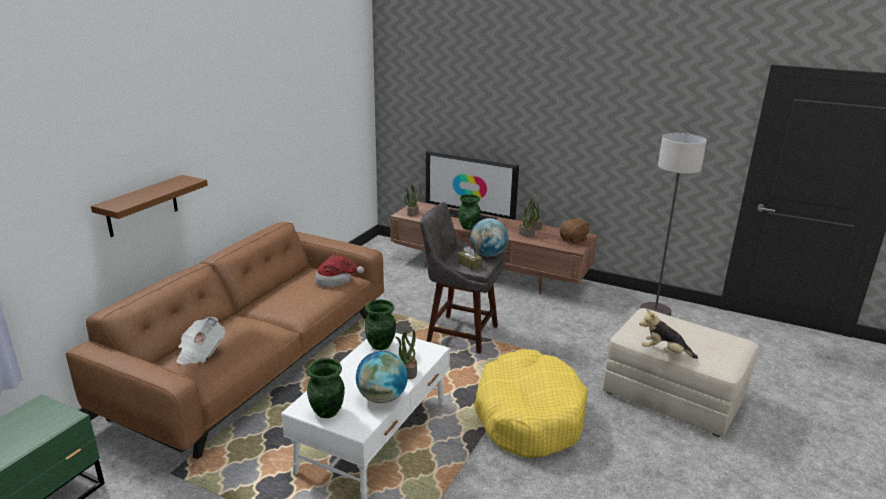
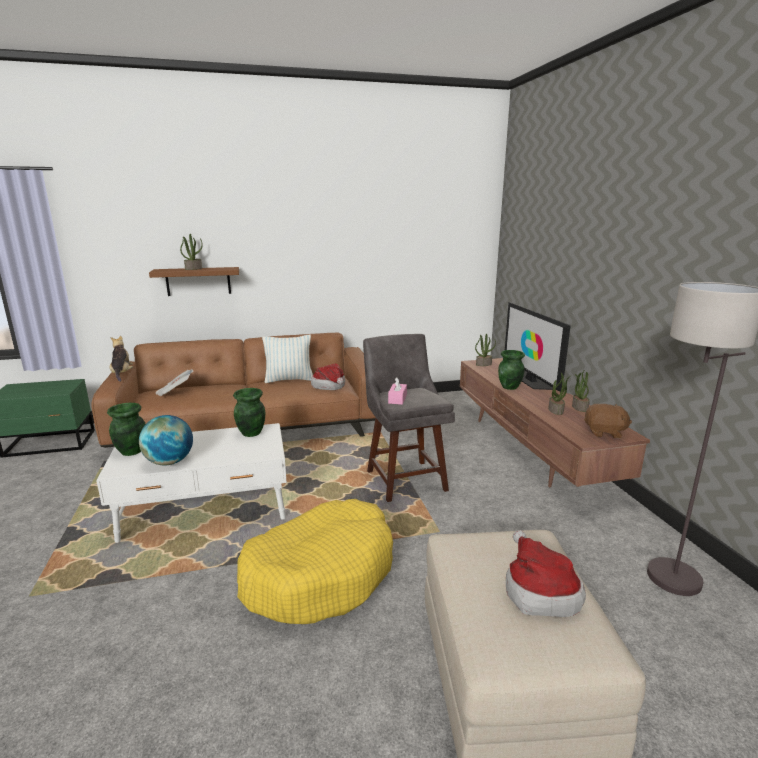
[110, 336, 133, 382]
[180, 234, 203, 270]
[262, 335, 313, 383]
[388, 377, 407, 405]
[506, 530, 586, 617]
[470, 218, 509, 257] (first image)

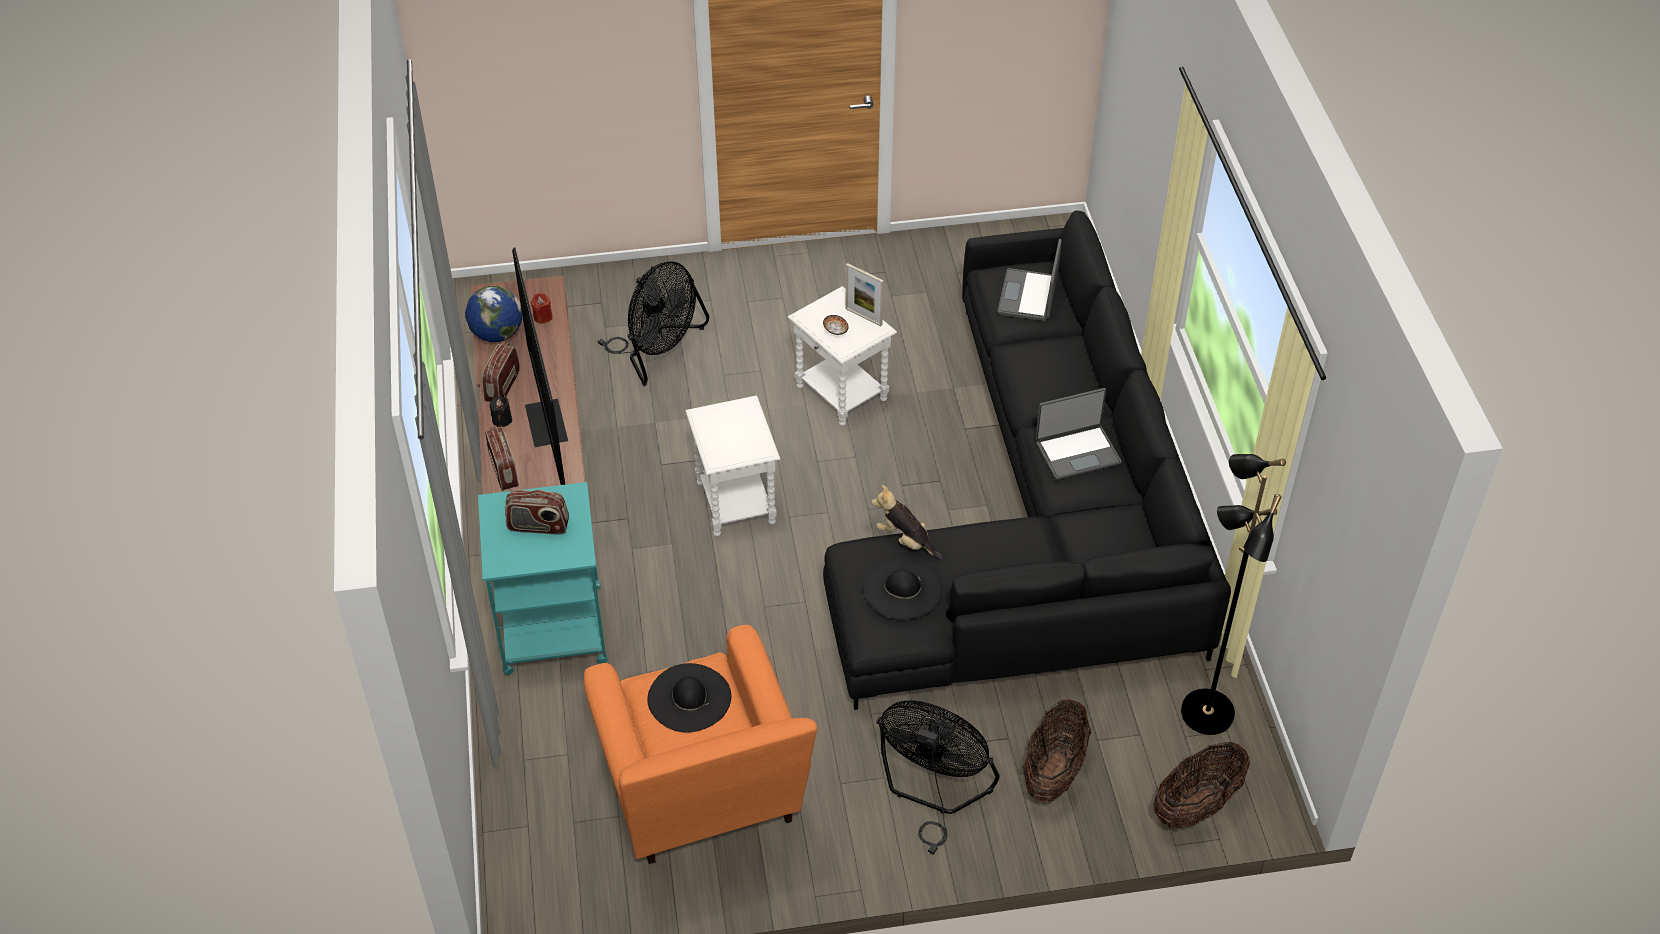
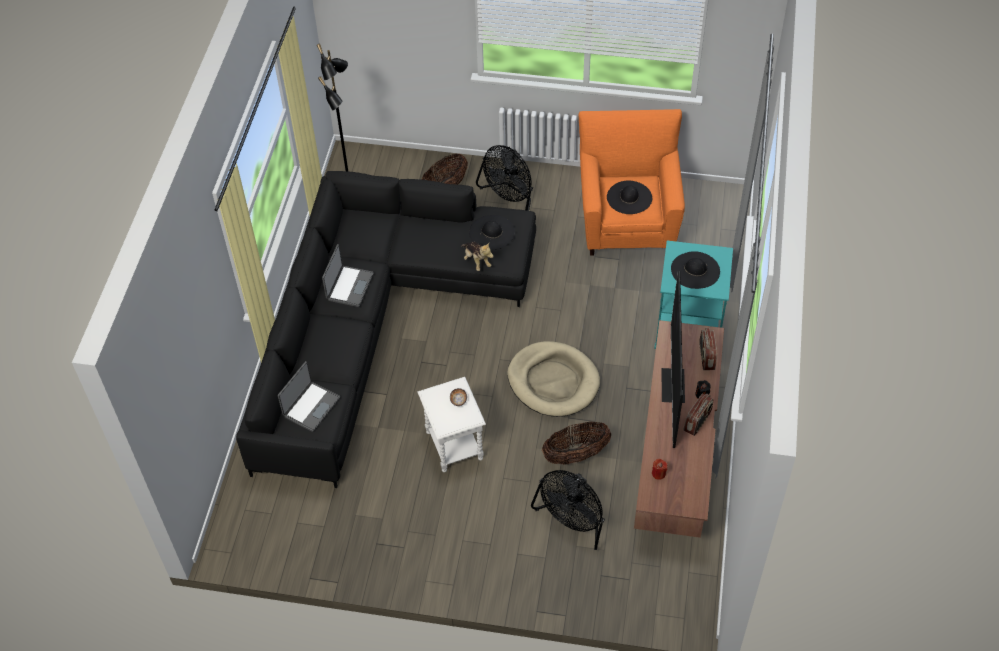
[322, 244, 373, 307]
[507, 341, 600, 417]
[531, 470, 605, 550]
[542, 421, 611, 464]
[671, 251, 720, 289]
[465, 285, 522, 342] (first image)
[845, 263, 884, 326] (first image)

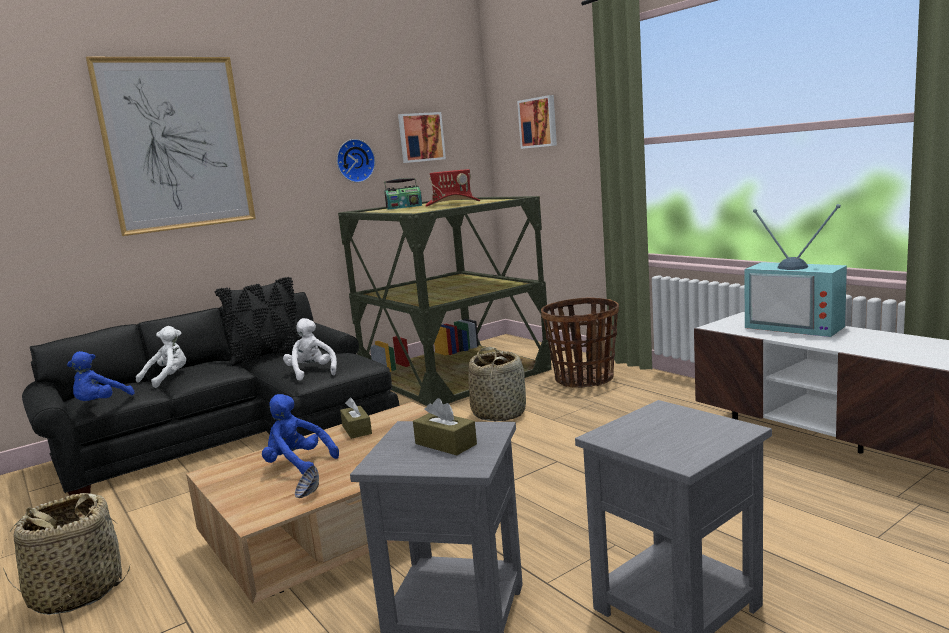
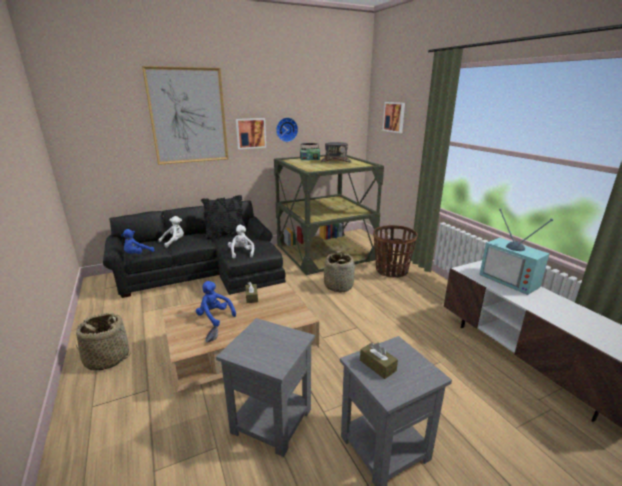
[236, 118, 266, 149]
[321, 142, 351, 163]
[360, 342, 398, 379]

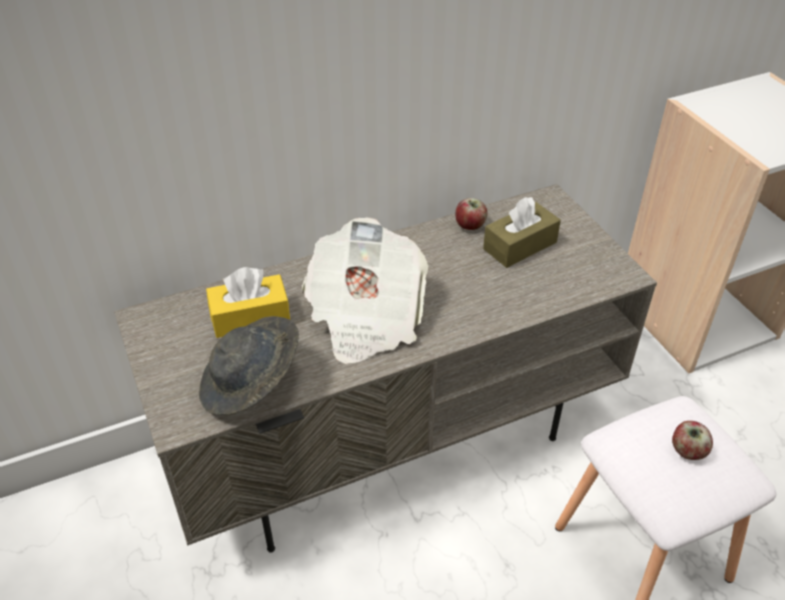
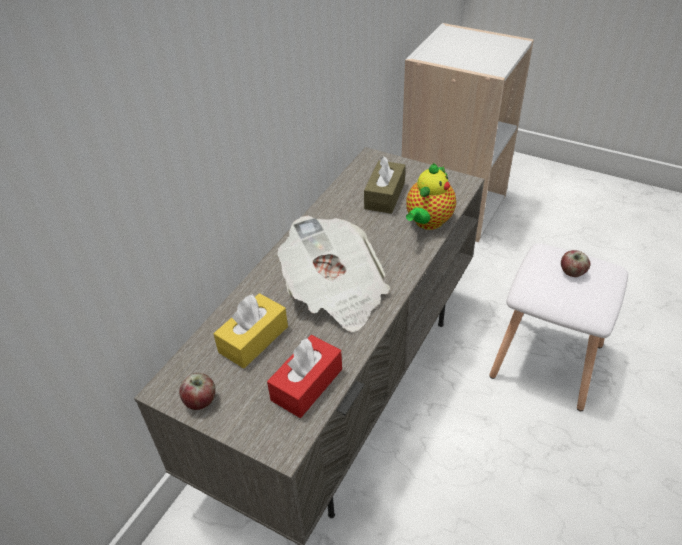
[179, 373, 215, 410]
[267, 335, 342, 418]
[406, 163, 456, 230]

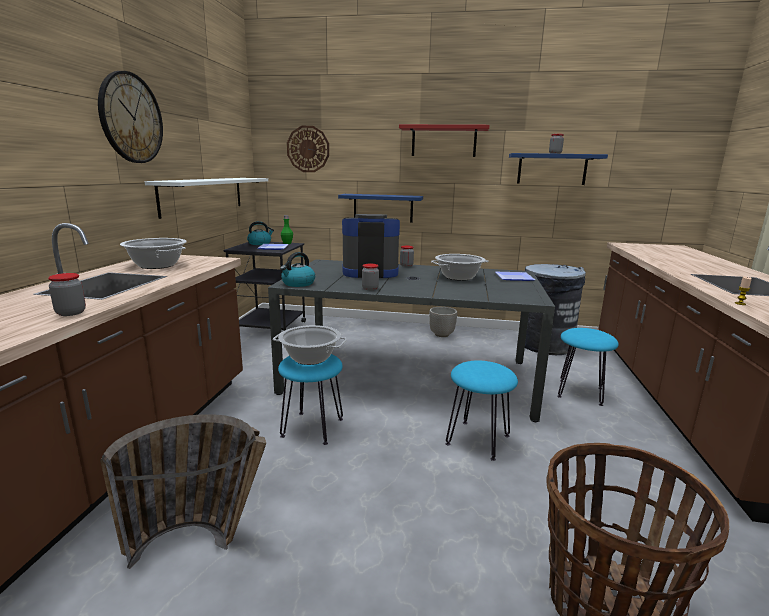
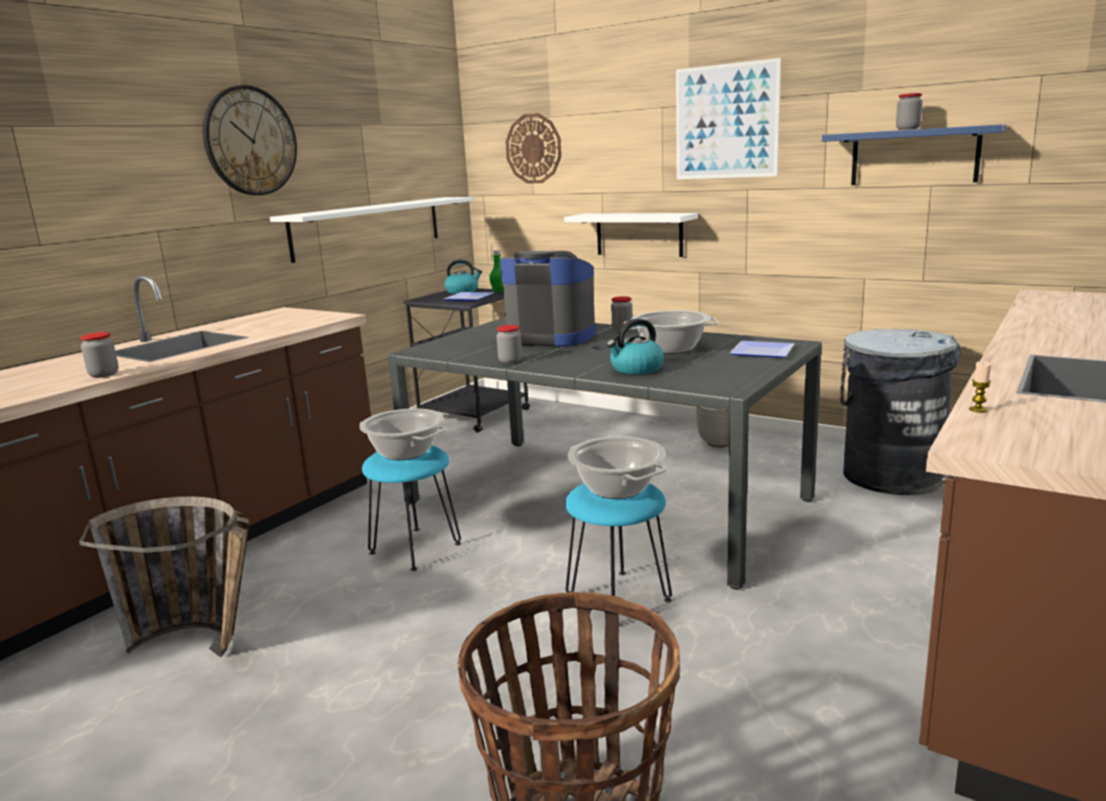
[564, 213, 698, 257]
[568, 436, 667, 499]
[606, 319, 664, 375]
[676, 58, 781, 179]
[557, 328, 619, 406] (first image)

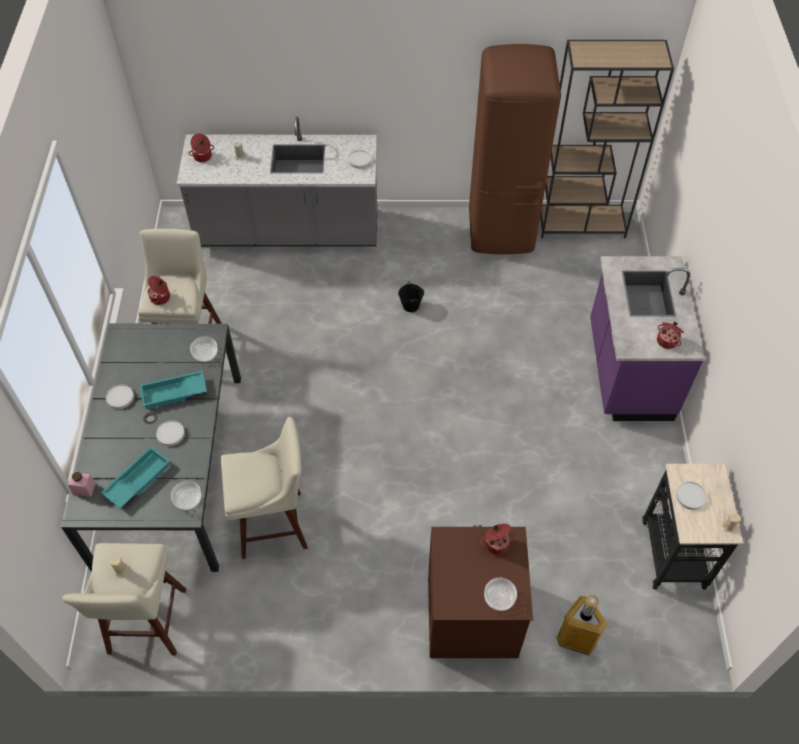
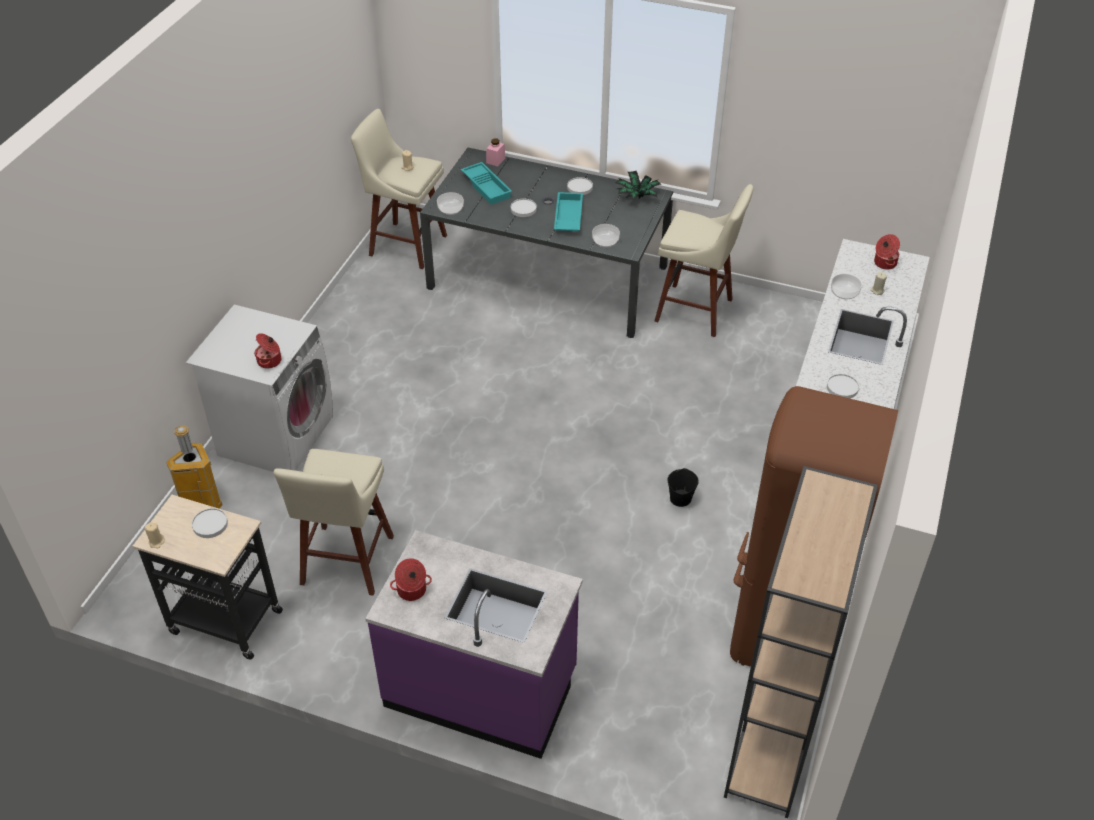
[186, 305, 333, 472]
[273, 449, 394, 596]
[615, 171, 661, 200]
[831, 274, 862, 300]
[147, 276, 170, 305] (first image)

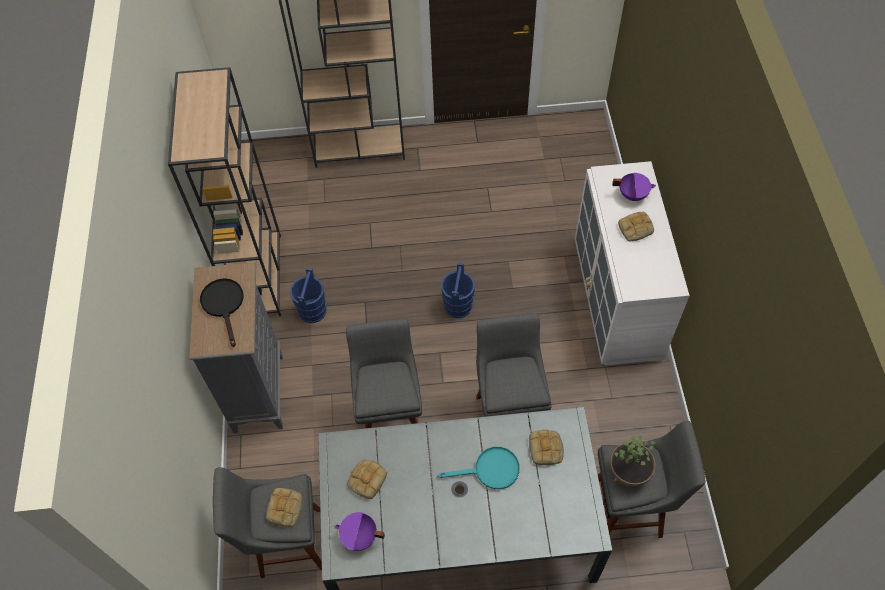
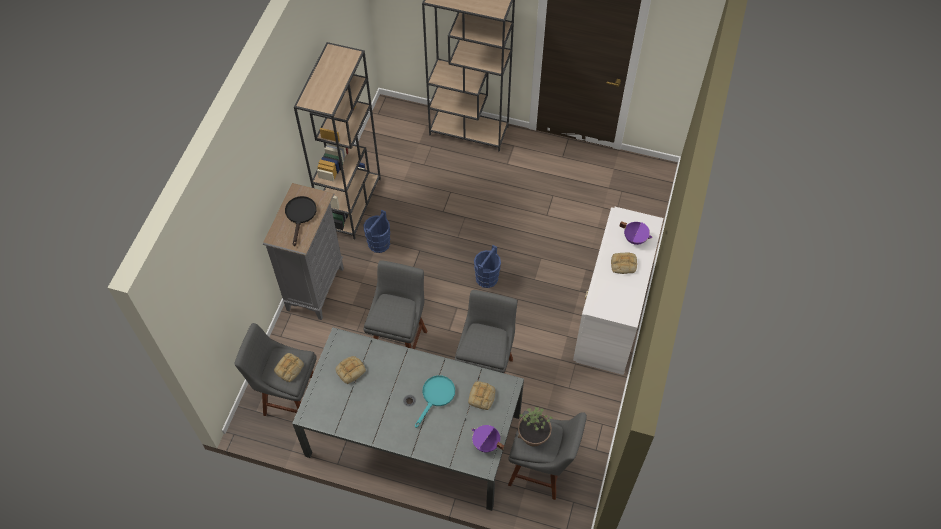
[415, 375, 455, 428]
[471, 425, 504, 452]

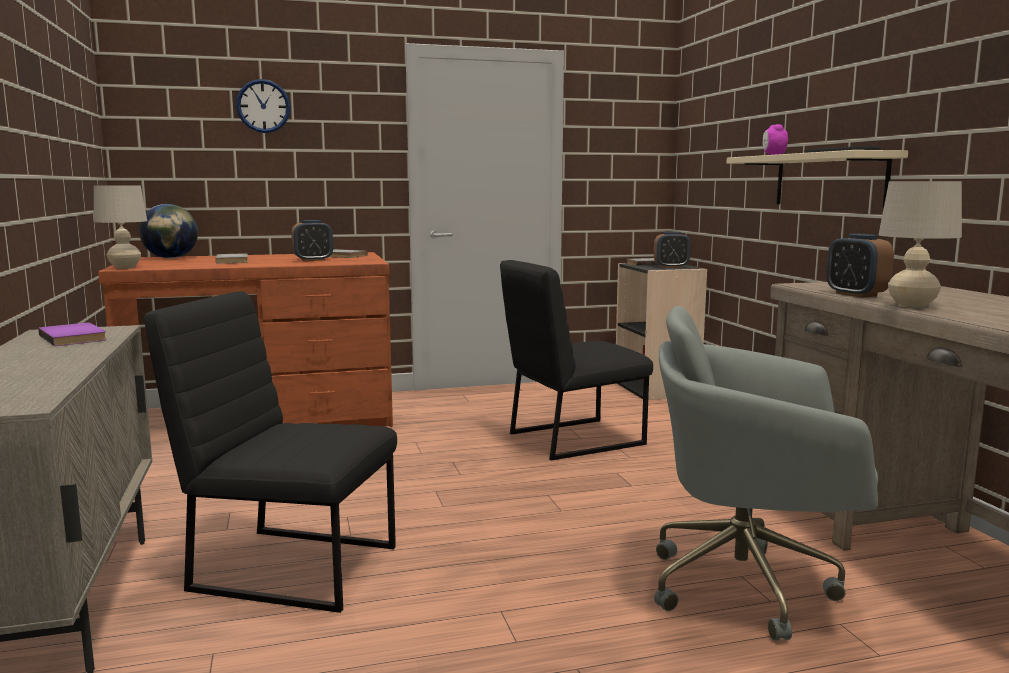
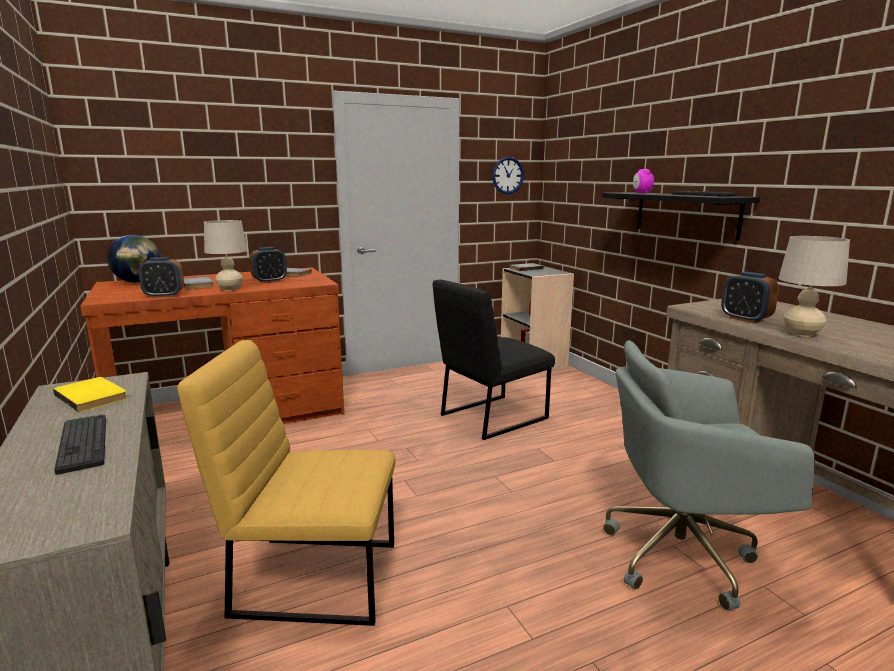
[53, 377, 128, 413]
[54, 414, 106, 475]
[138, 257, 184, 298]
[177, 340, 395, 626]
[204, 220, 247, 291]
[492, 157, 524, 194]
[602, 192, 760, 240]

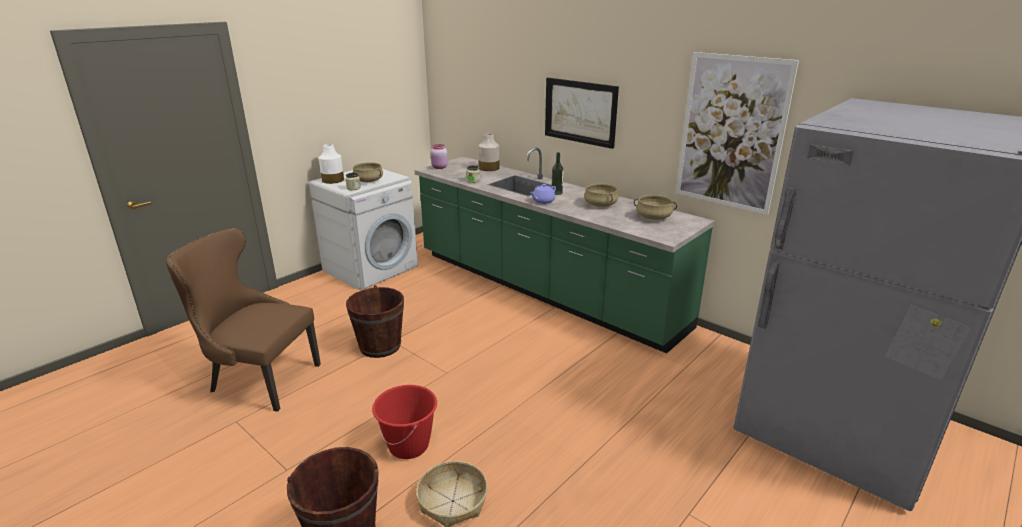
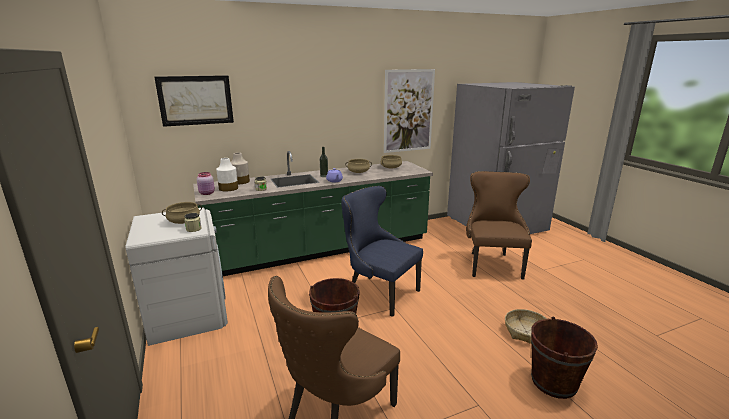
[154, 75, 234, 127]
[216, 158, 238, 191]
[341, 186, 423, 317]
[466, 171, 532, 279]
[372, 385, 437, 459] (first image)

